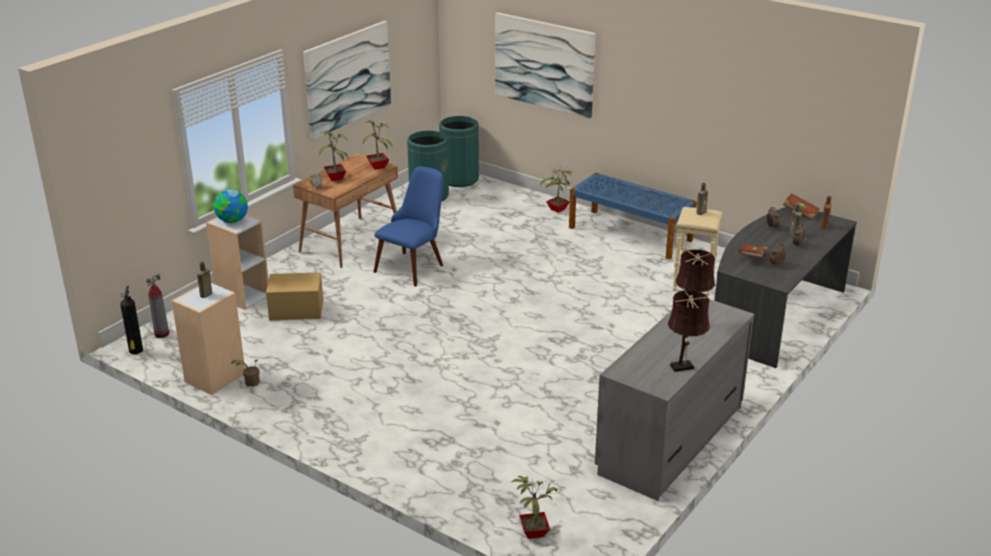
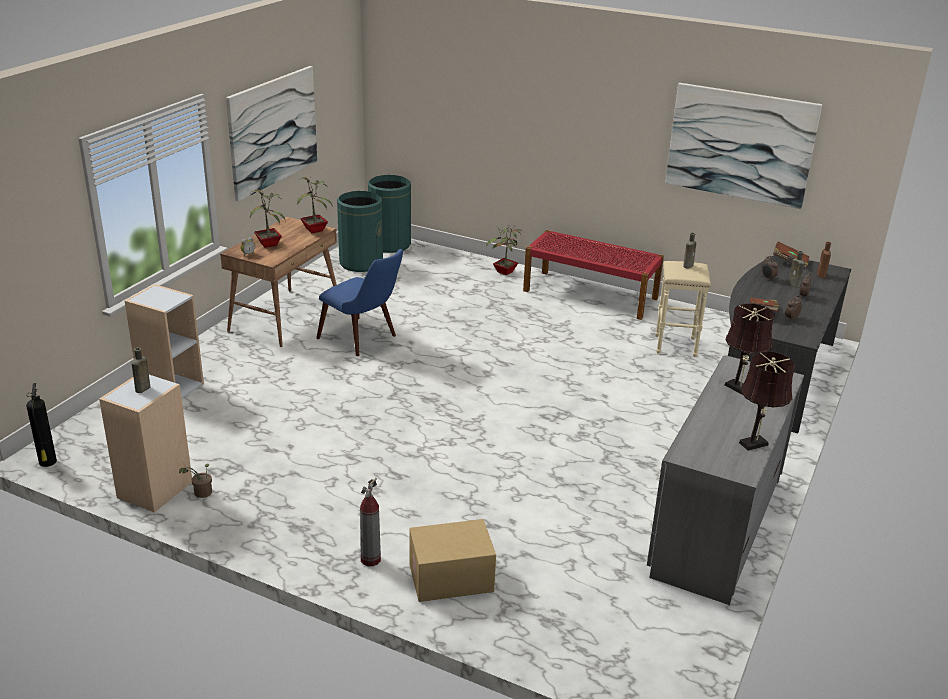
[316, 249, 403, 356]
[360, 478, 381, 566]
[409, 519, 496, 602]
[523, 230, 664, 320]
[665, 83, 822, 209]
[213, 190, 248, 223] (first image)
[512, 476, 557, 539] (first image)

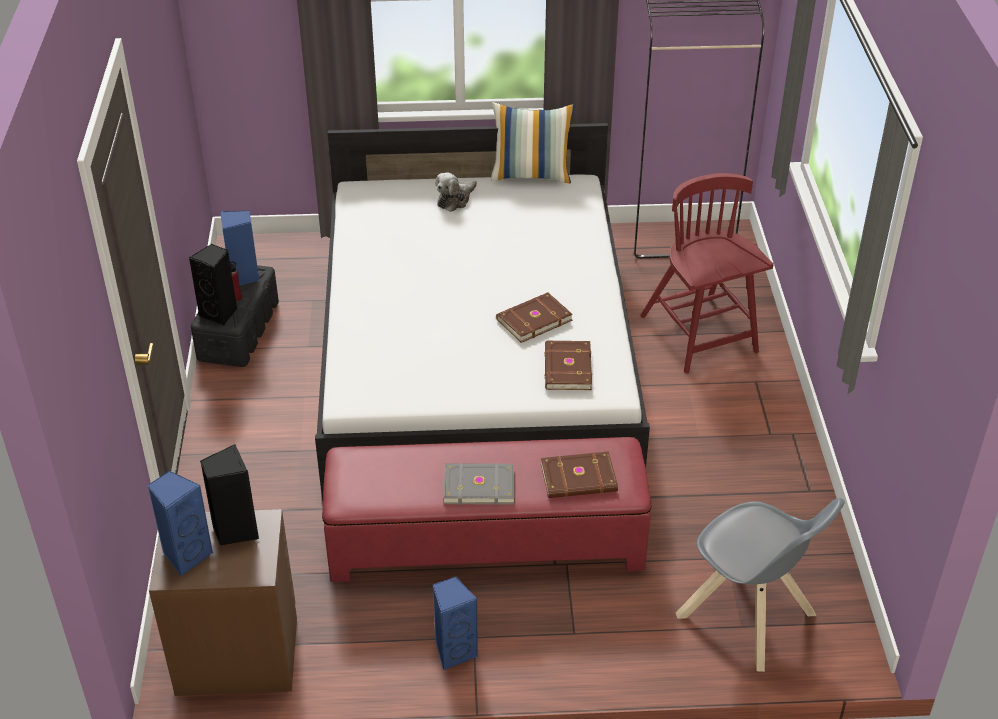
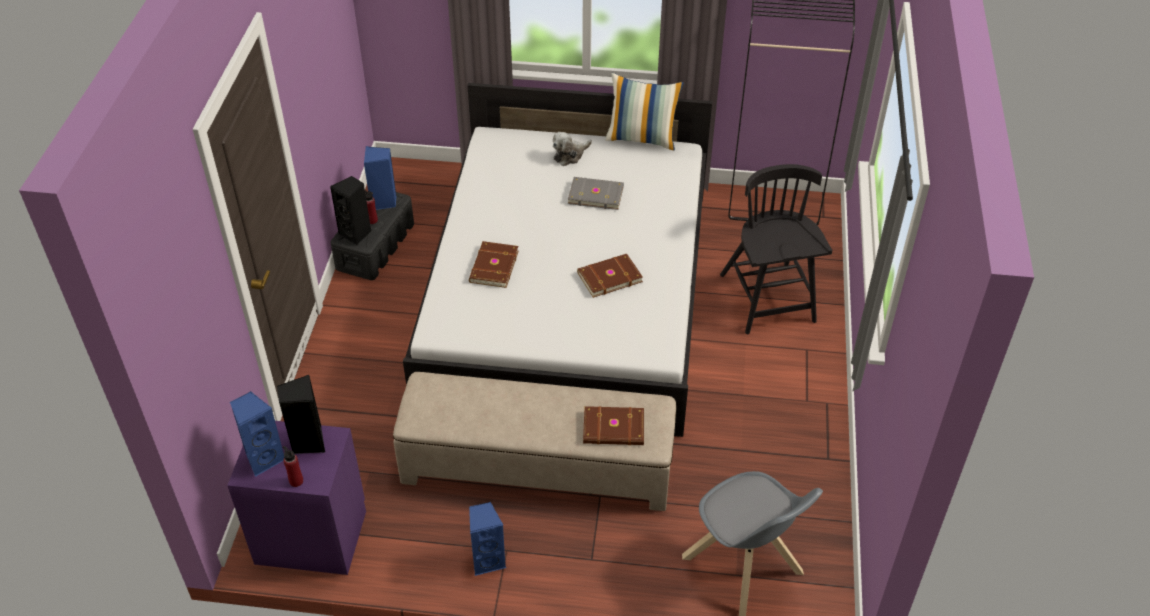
[227, 421, 366, 575]
[283, 446, 303, 487]
[393, 372, 677, 511]
[469, 241, 519, 288]
[568, 177, 624, 210]
[720, 164, 832, 334]

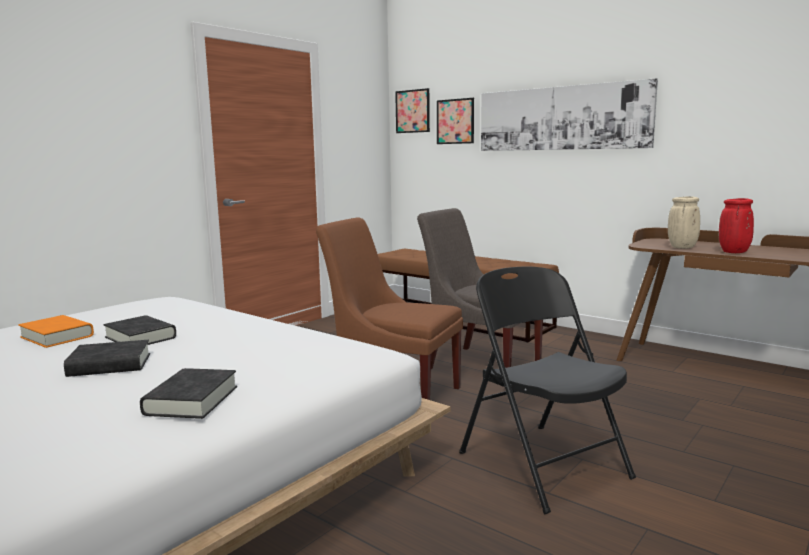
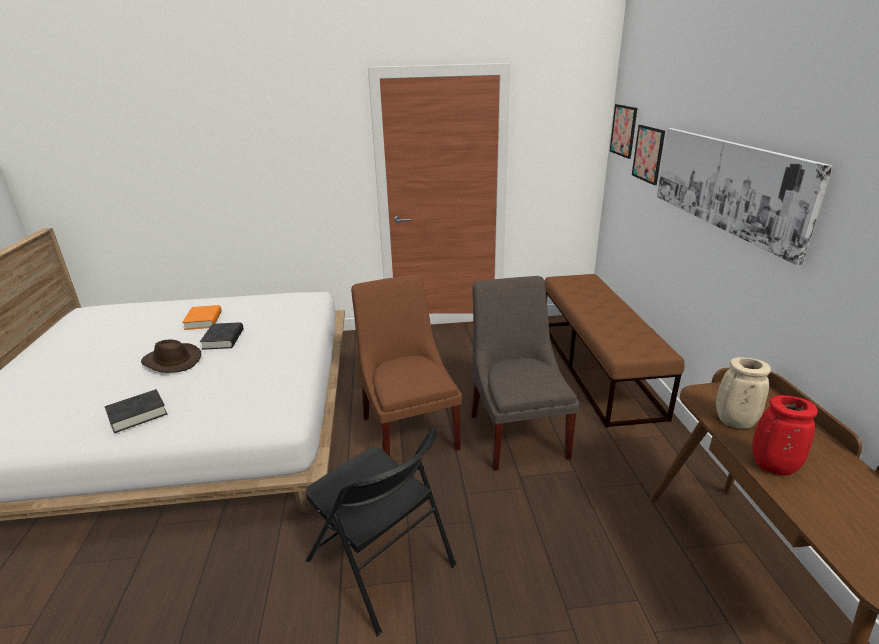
[141, 339, 201, 373]
[306, 428, 456, 637]

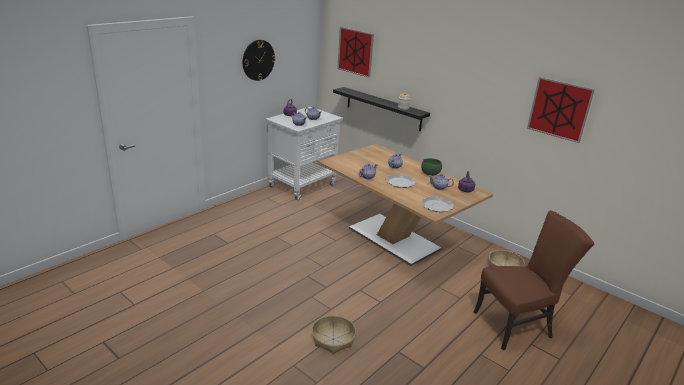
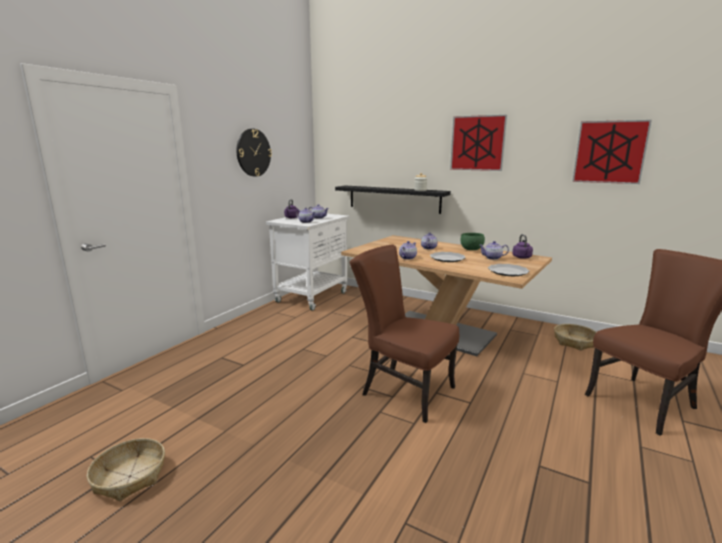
[87, 438, 165, 501]
[349, 245, 459, 423]
[450, 115, 507, 171]

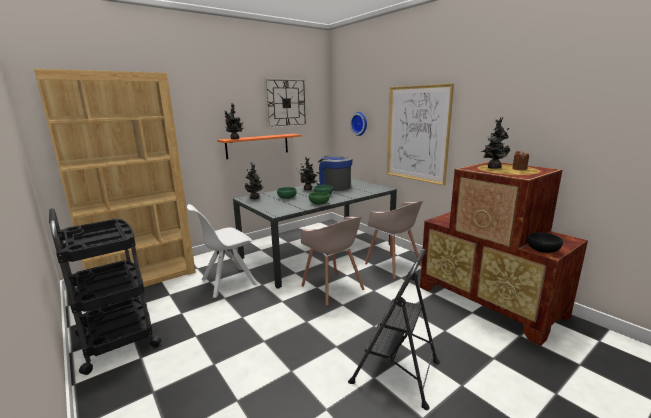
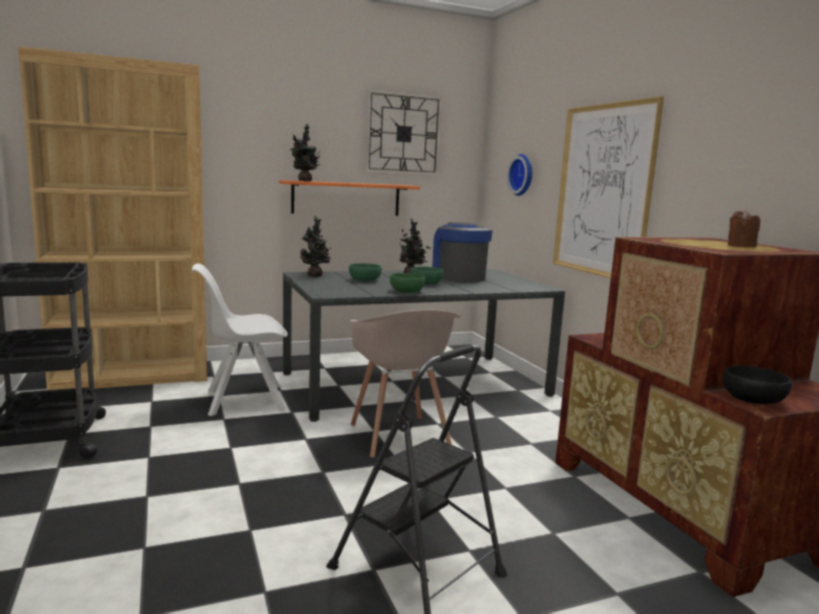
[365, 201, 424, 279] (first image)
[481, 117, 510, 169] (first image)

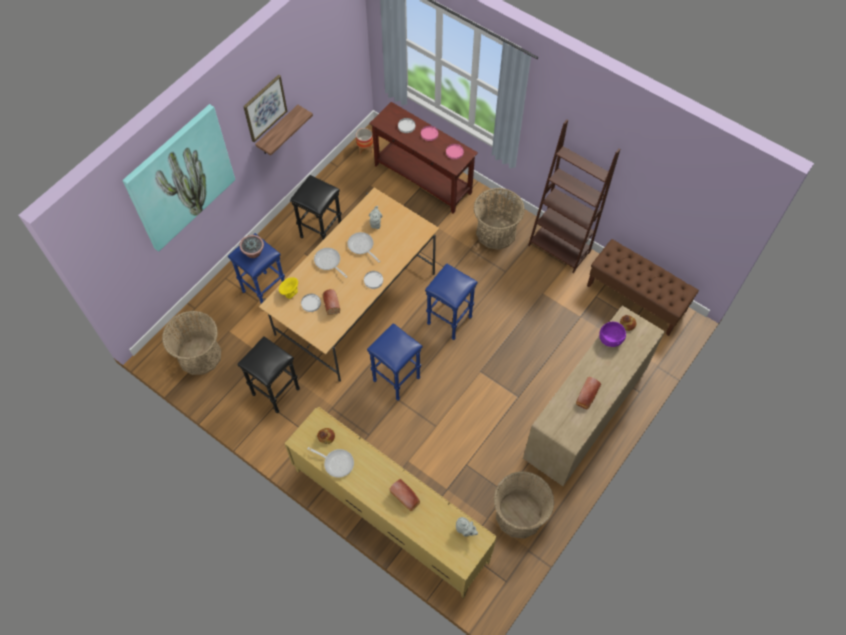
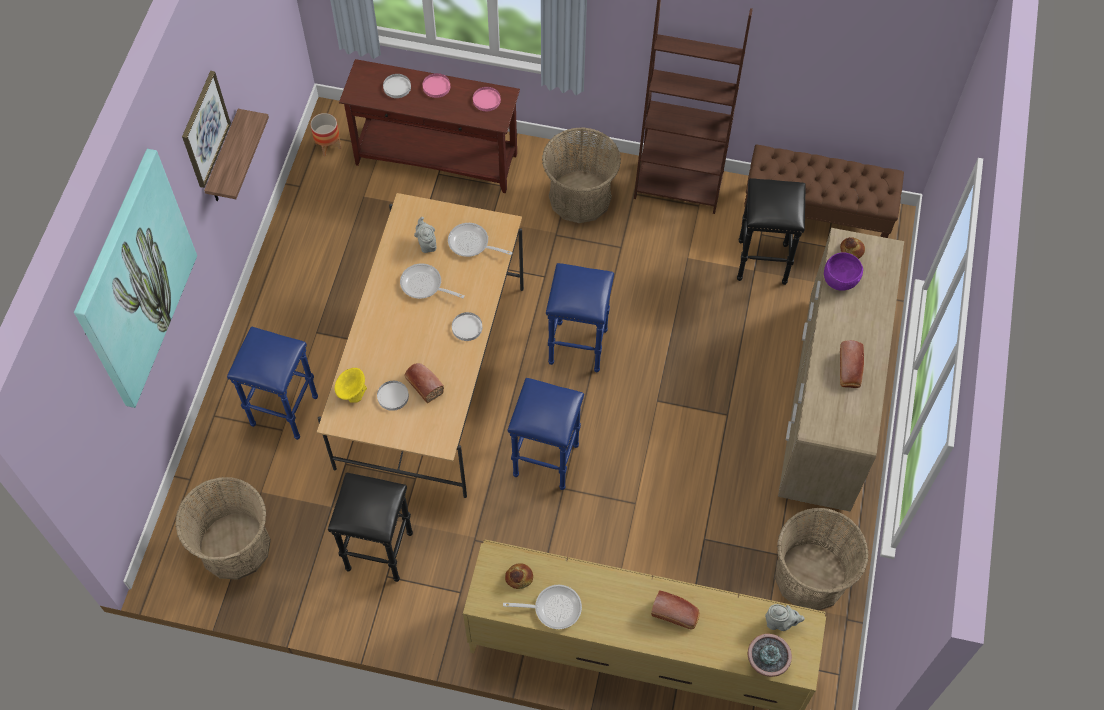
[448, 223, 512, 257]
[737, 178, 806, 285]
[748, 634, 792, 677]

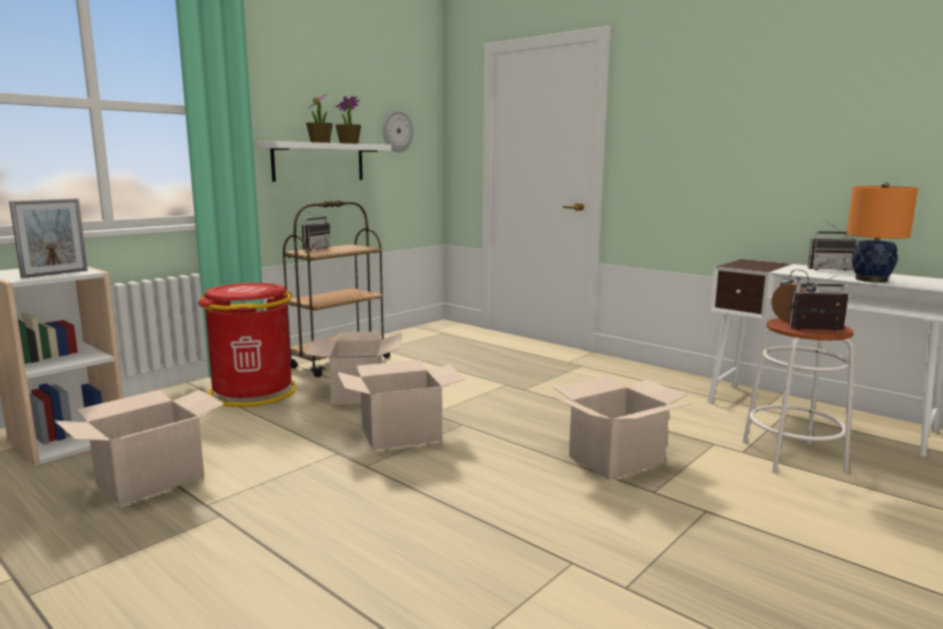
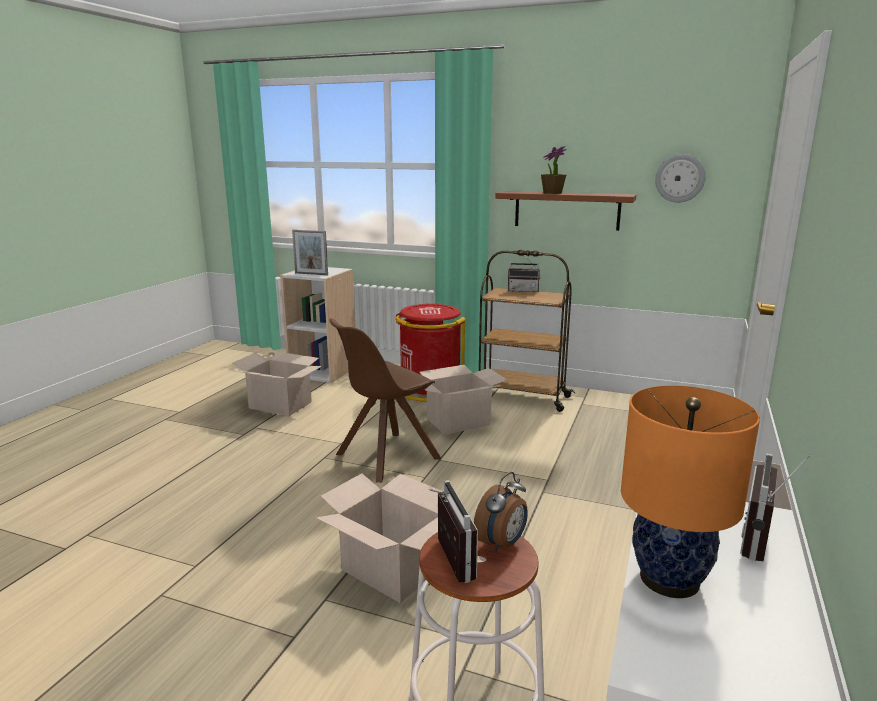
[330, 318, 441, 483]
[496, 191, 636, 231]
[740, 453, 811, 561]
[336, 96, 361, 144] (first image)

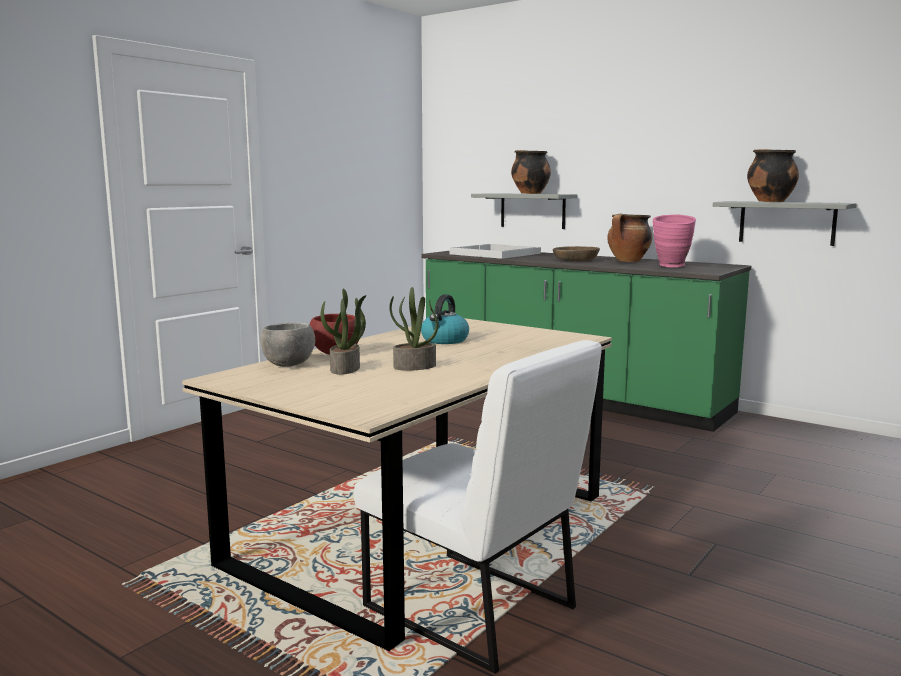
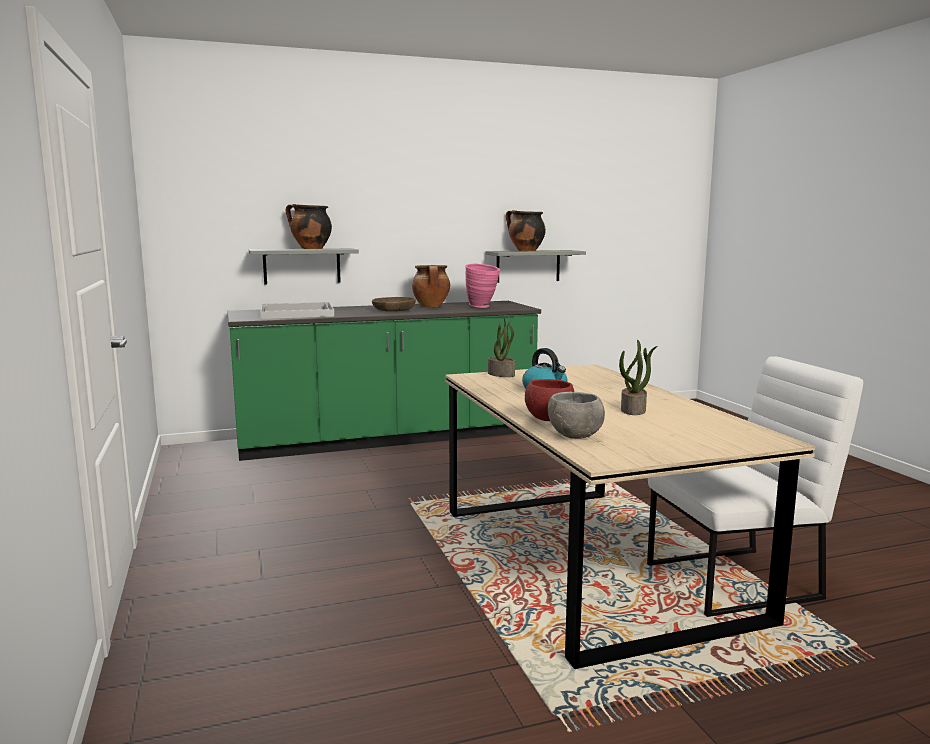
[488, 318, 515, 377]

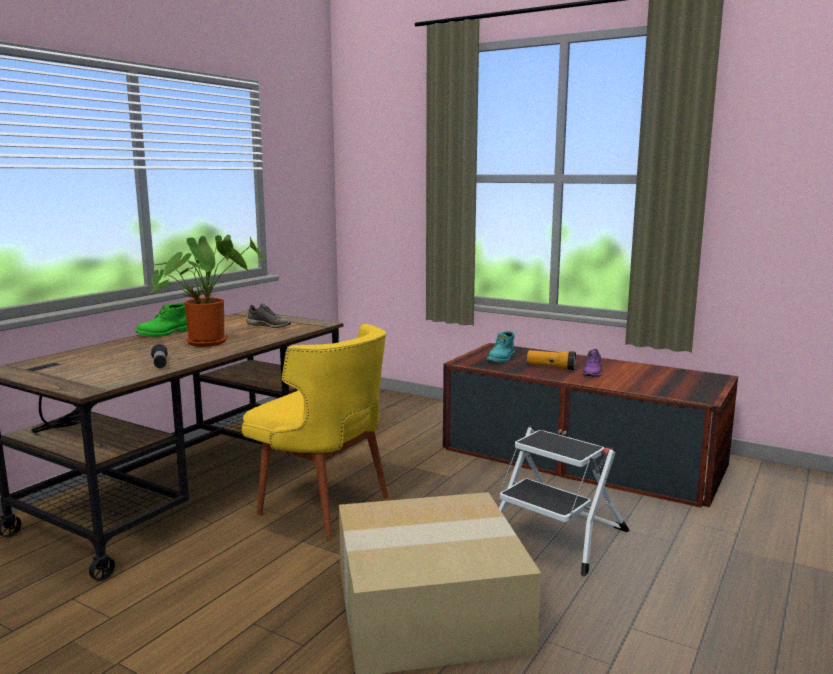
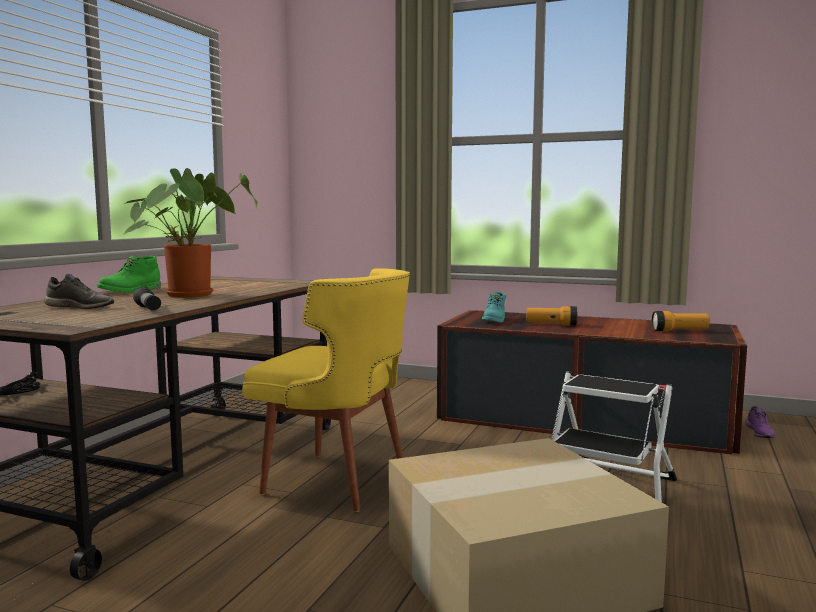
[44, 274, 114, 309]
[652, 311, 710, 331]
[746, 406, 775, 438]

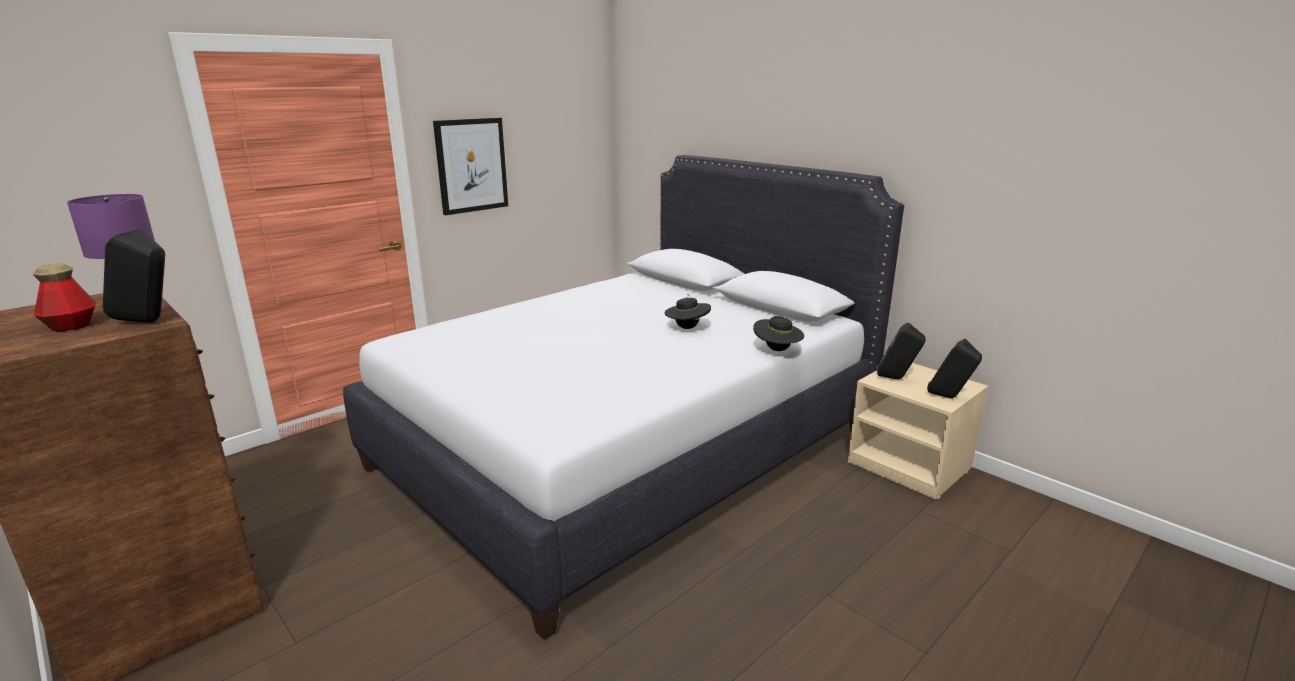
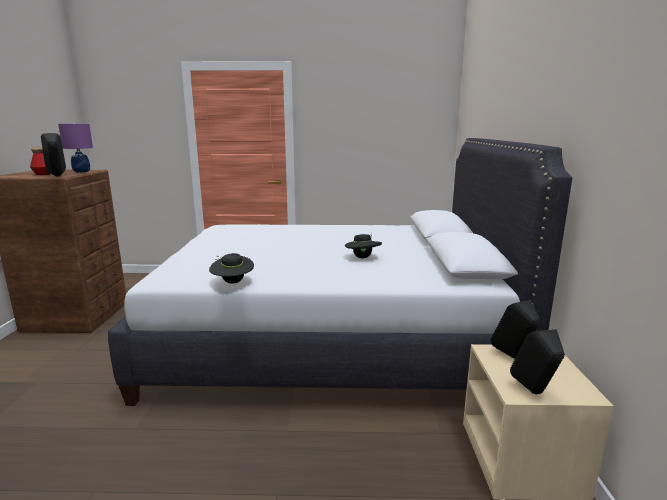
[209, 253, 254, 284]
[433, 118, 508, 215] (first image)

